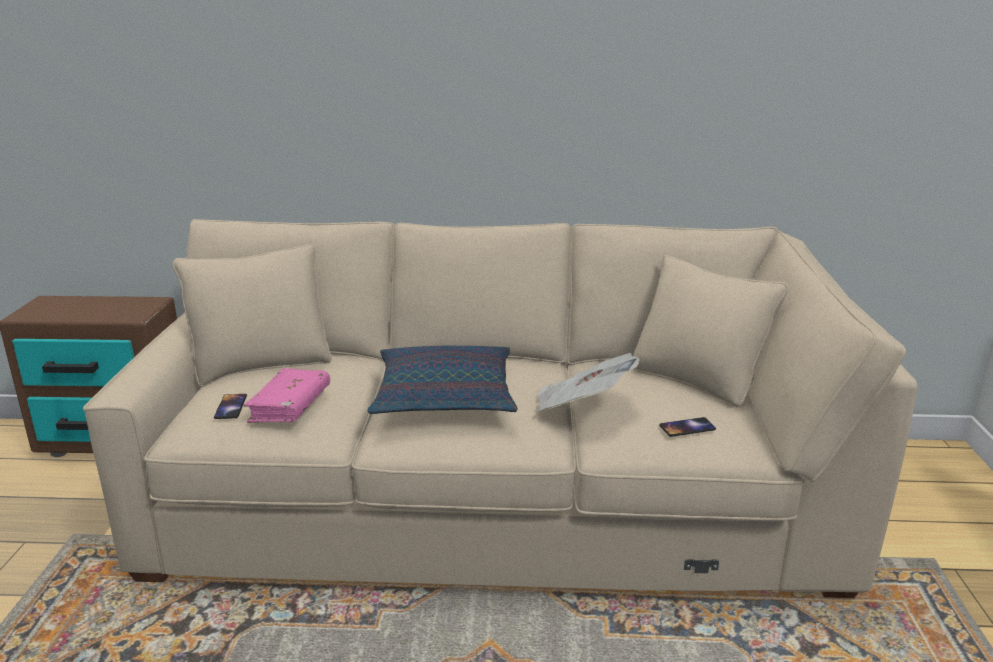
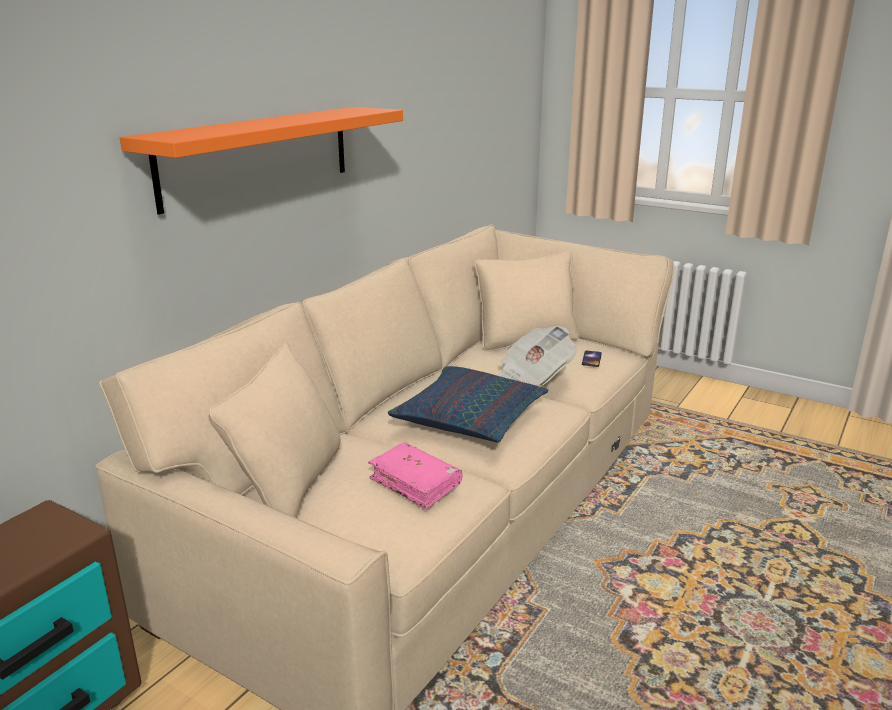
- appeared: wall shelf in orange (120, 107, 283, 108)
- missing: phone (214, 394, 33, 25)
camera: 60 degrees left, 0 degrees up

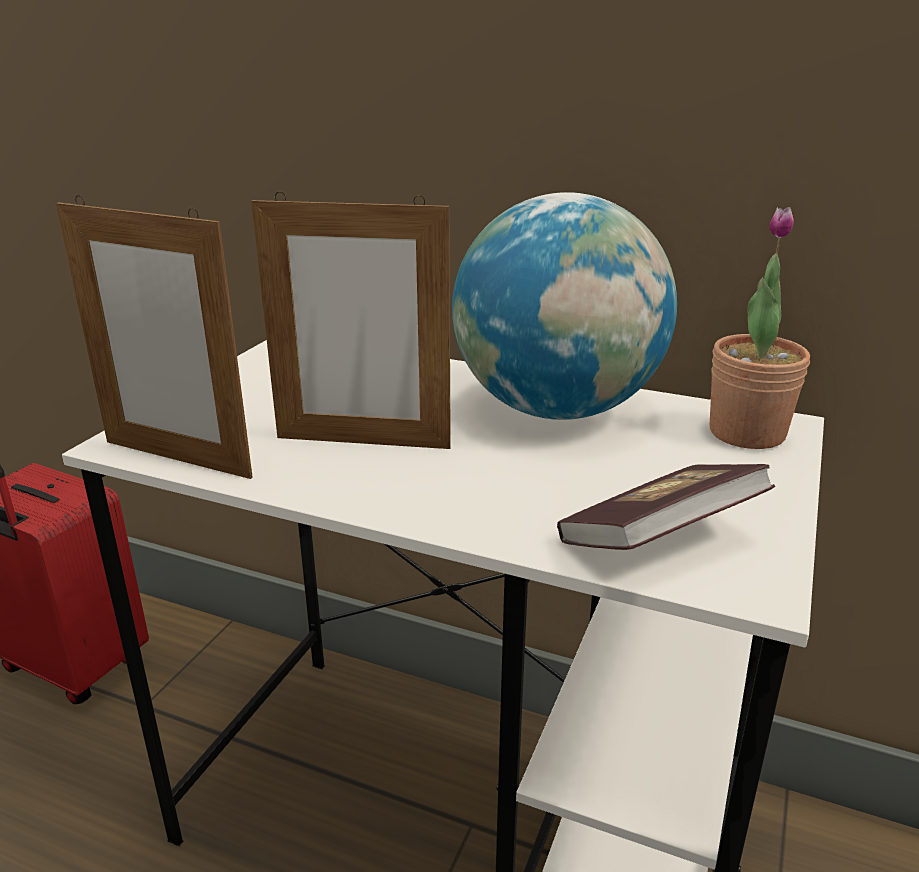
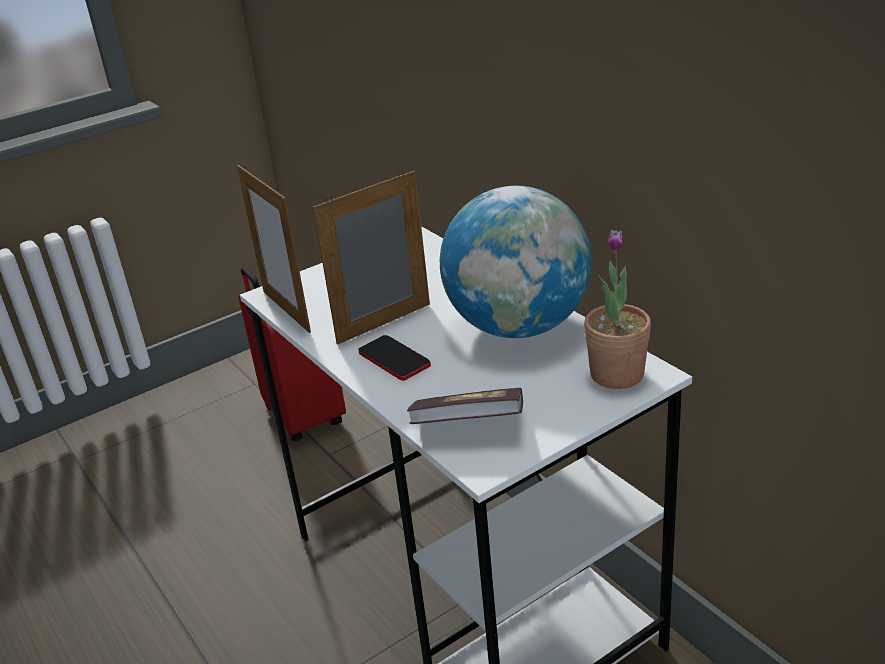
- spun: standing frame (251, 191, 200, 258) = (313, 171, 117, 174) 105 degrees clockwise
- appeared: phone (358, 335, 73, 46)
camera: 35 degrees right, 5 degrees up

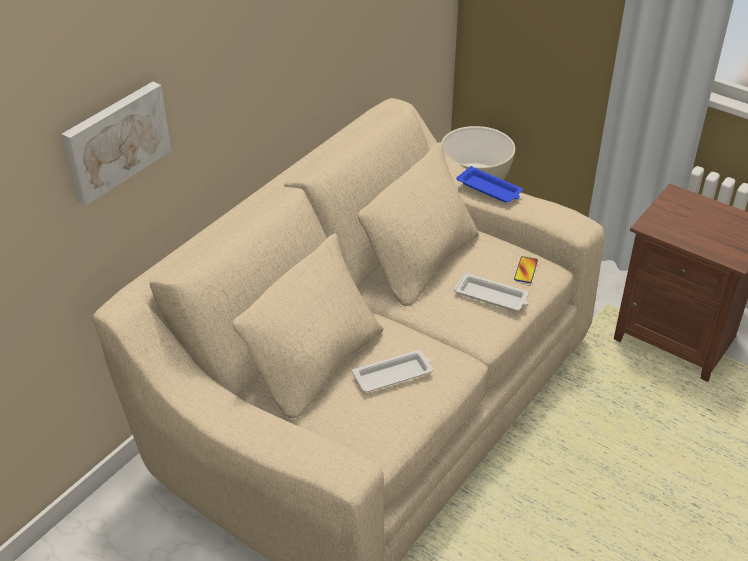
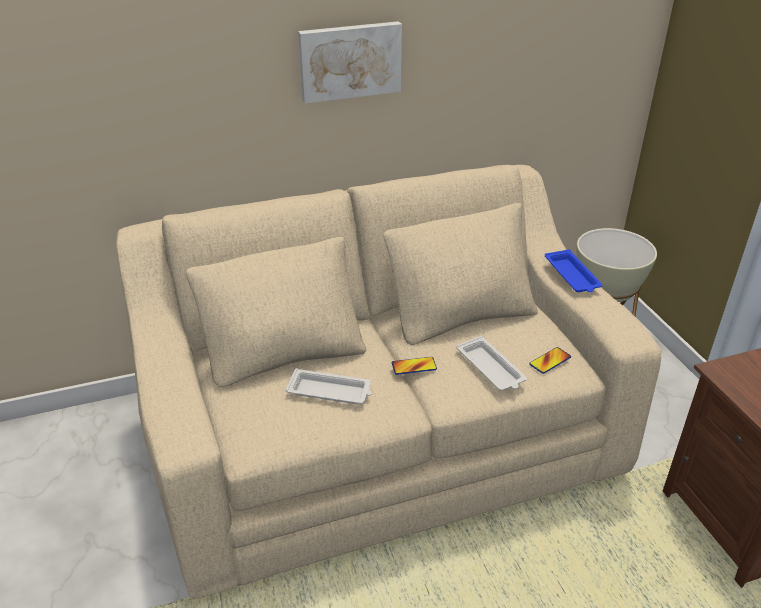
- relocated: wall picture (62, 82, 109, 124) to (298, 21, 104, 83)
- appeared: phone (392, 357, 45, 18)
camera: 35 degrees right, 5 degrees down

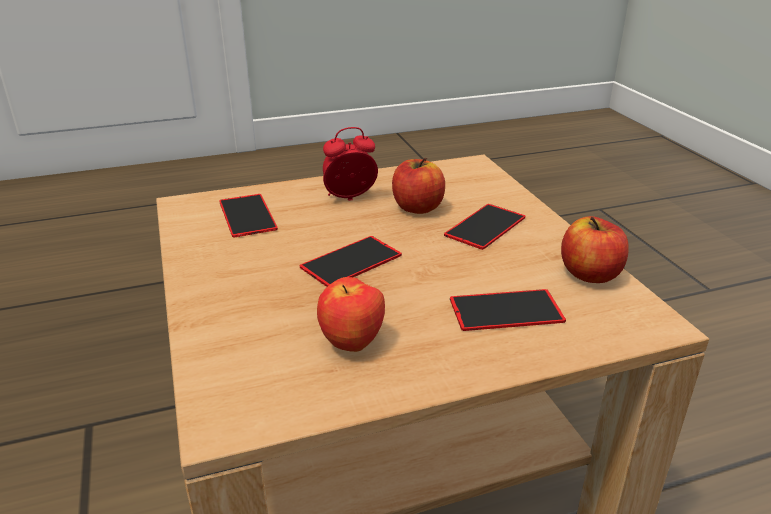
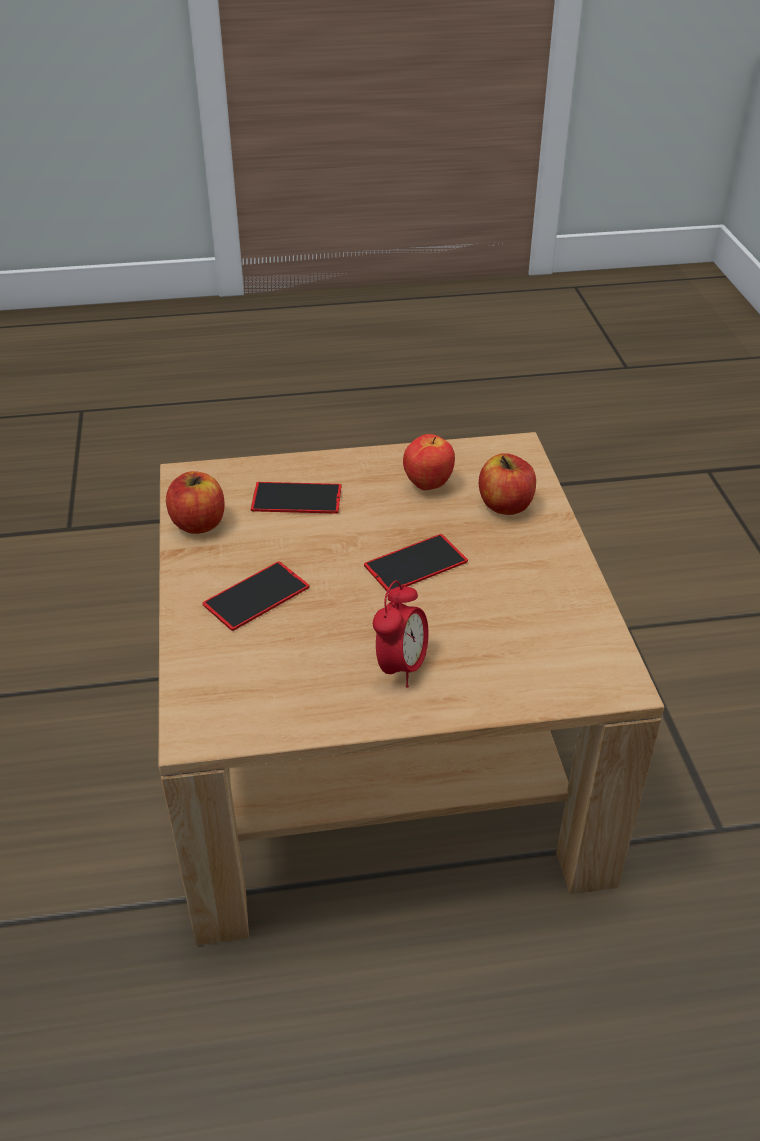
- spun: alarm clock (323, 127, 55, 74) = (373, 580, 56, 108) 60 degrees counterclockwise
- relocated: apple (392, 158, 53, 56) to (479, 453, 57, 62)
- missing: phone (219, 194, 59, 44)
camera: 170 degrees left, 10 degrees up

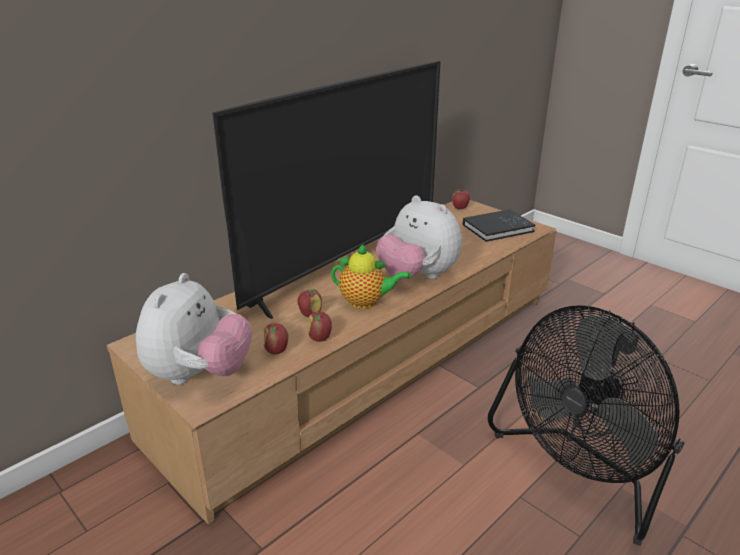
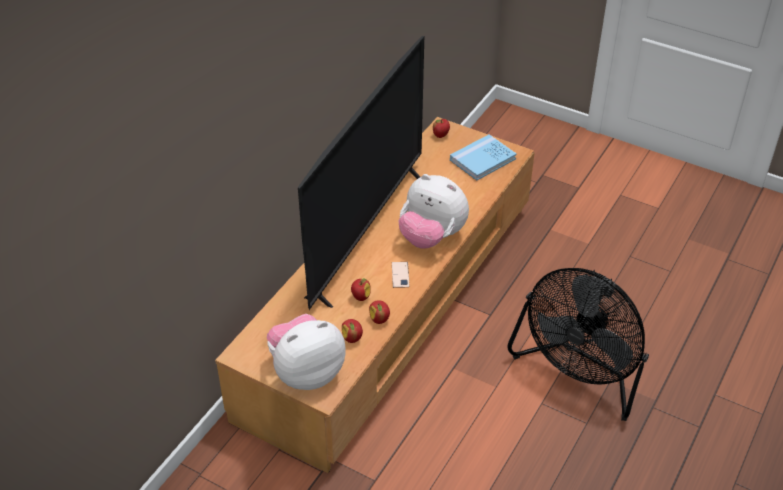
- spun: soft toy (136, 273, 116, 112) = (267, 314, 79, 76) 120 degrees counterclockwise
- exchanged: tea pot (331, 244, 80, 65) to phone (392, 262, 17, 26)
- colour: volume in black-coloured (463, 209, 72, 33) to volume in blue (450, 134, 67, 47)
camera: 15 degrees left, 15 degrees up

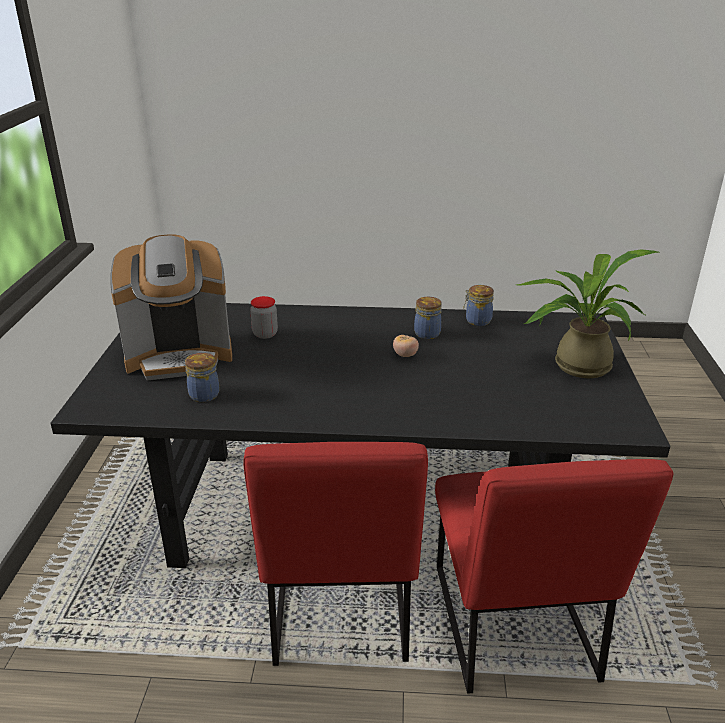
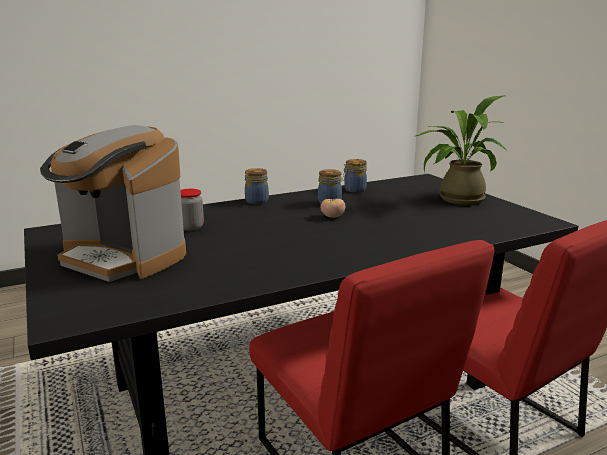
- spun: coffee machine (111, 234, 121, 147) = (40, 125, 146, 157) 75 degrees clockwise
- relocated: jar (185, 353, 35, 49) to (245, 168, 24, 36)
camera: 30 degrees left, 10 degrees down

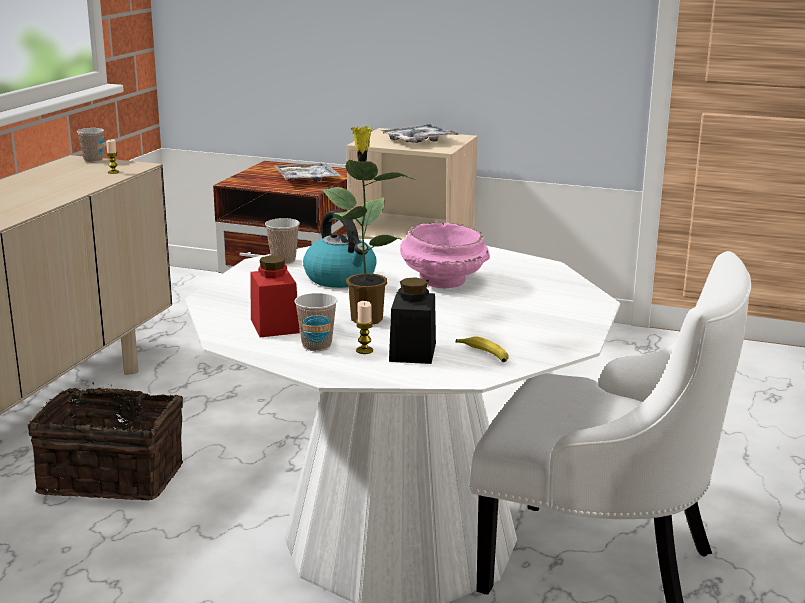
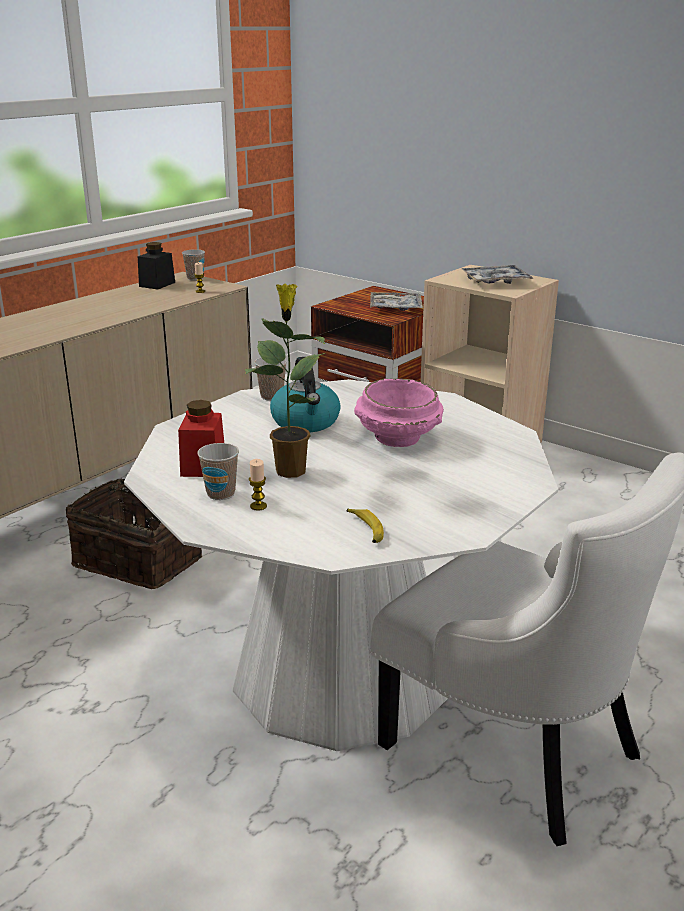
- relocated: jar in black-coloured (389, 277, 47, 87) to (138, 242, 37, 48)
camera: 20 degrees right, 5 degrees up

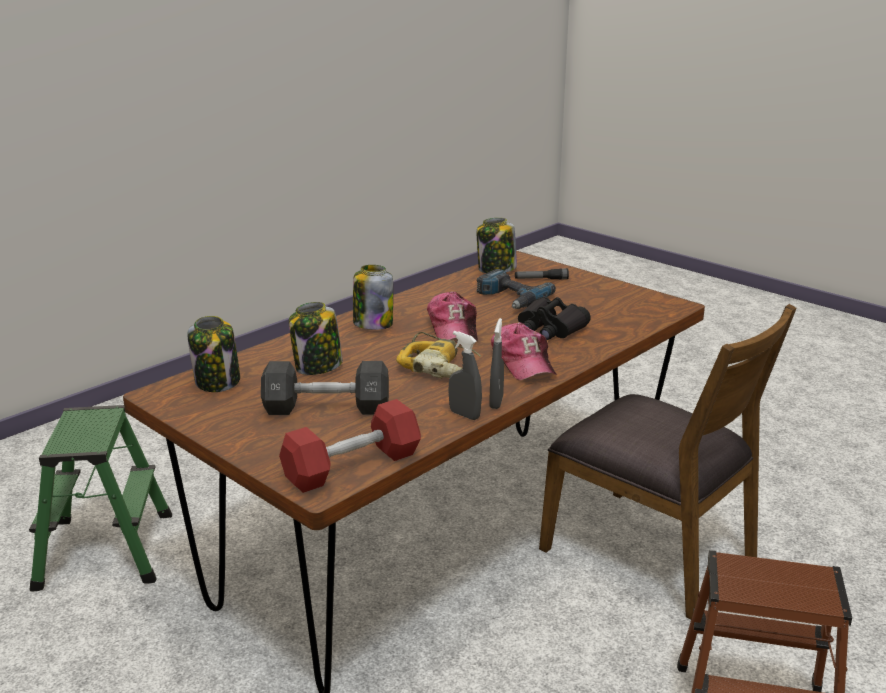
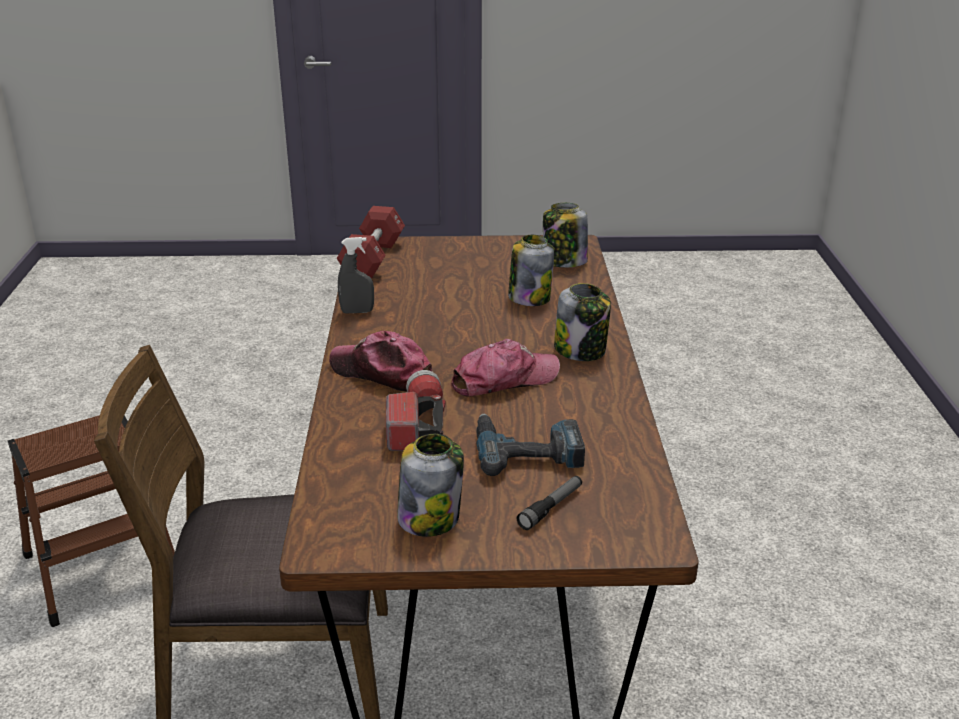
- exchanged: pair of binoculars in black-coloured (518, 297, 73, 43) to flashlight (386, 370, 59, 81)
- relocated: jar (477, 218, 40, 55) to (397, 434, 67, 103)
- spun: peaked cap (427, 292, 51, 49) = (451, 339, 109, 58) 120 degrees clockwise
- missing: step stool in greenish (29, 405, 143, 186)
- missing: dumbbell in black-coloured (261, 361, 128, 54)
- missing: electric drill (396, 332, 85, 46)
- missing: spray bottle in greyish (489, 318, 15, 91)
camera: 135 degrees right, 5 degrees up

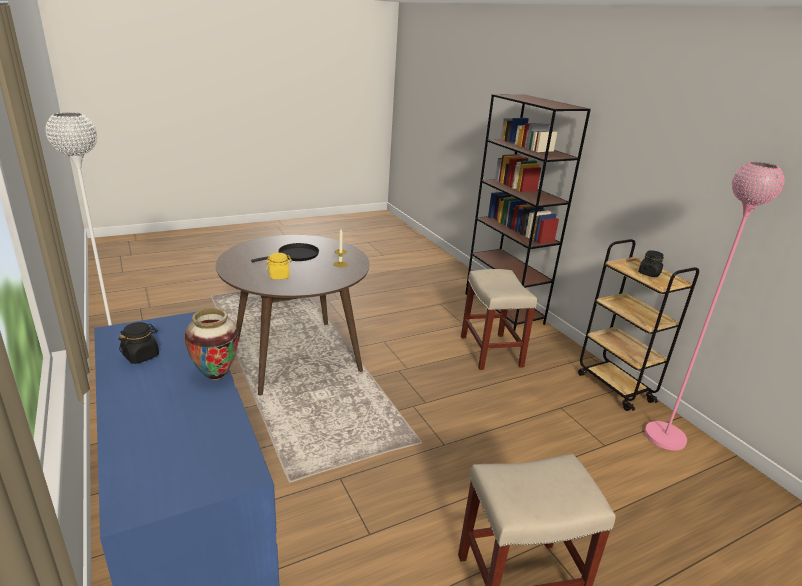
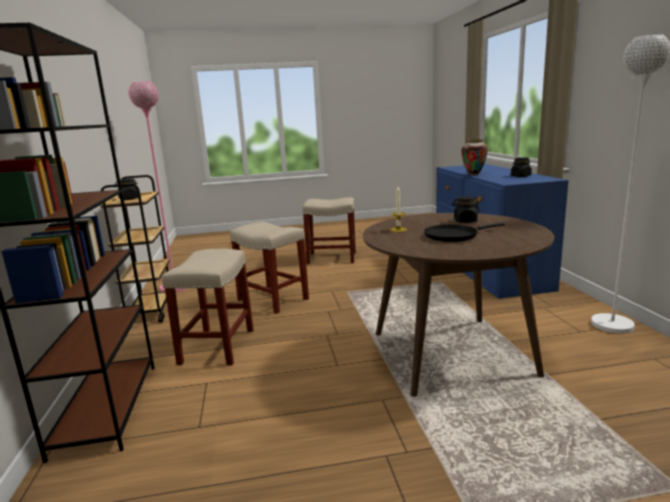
- appeared: stool in beige (230, 222, 79, 92)
- colour: jar in yellowish (266, 253, 26, 27) to jar in black-coloured (452, 196, 28, 27)
camera: 160 degrees left, 10 degrees down

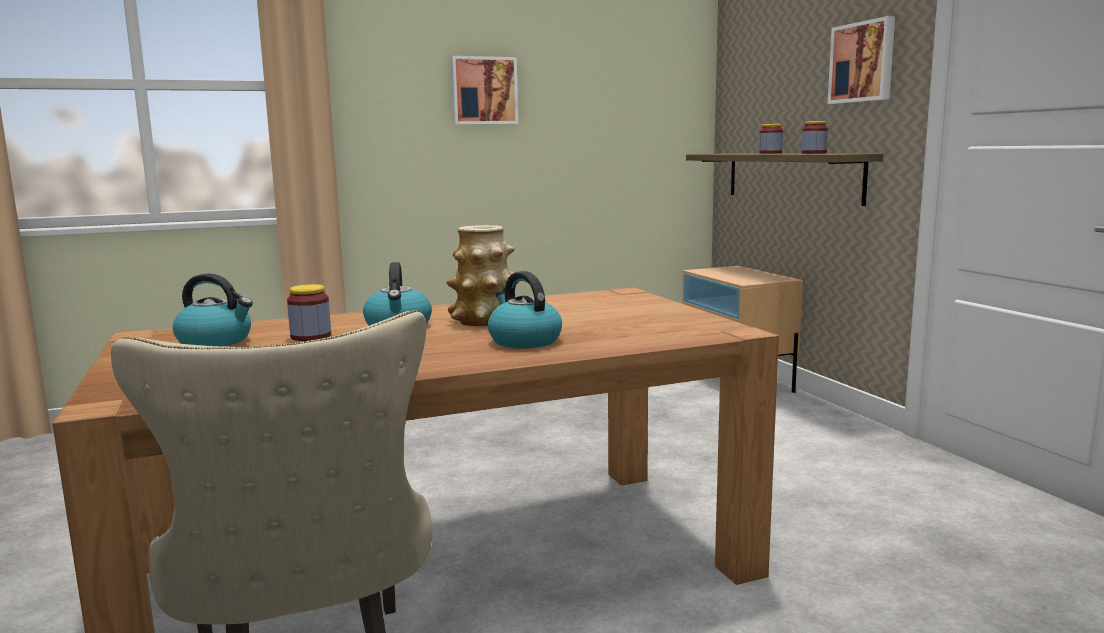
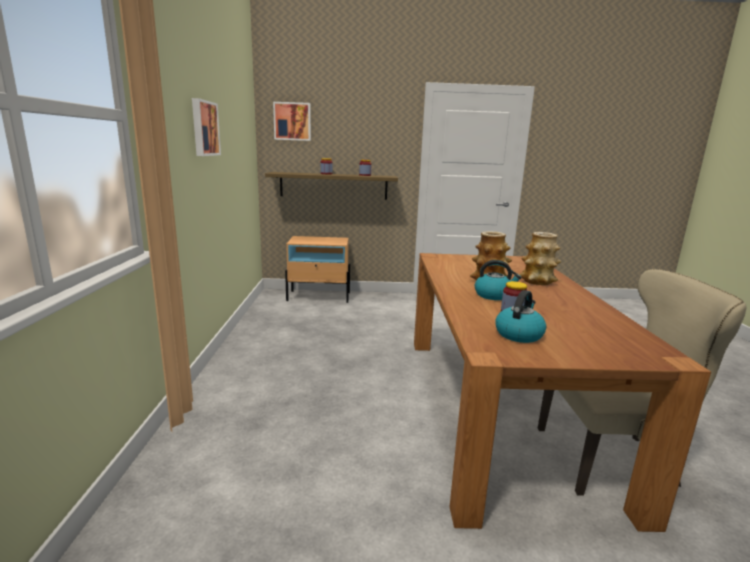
- relocated: wall picture (828, 16, 67, 88) to (273, 102, 38, 39)
- exchanged: water kettle (488, 271, 74, 78) to flower vase (519, 232, 42, 53)
camera: 70 degrees left, 5 degrees up

